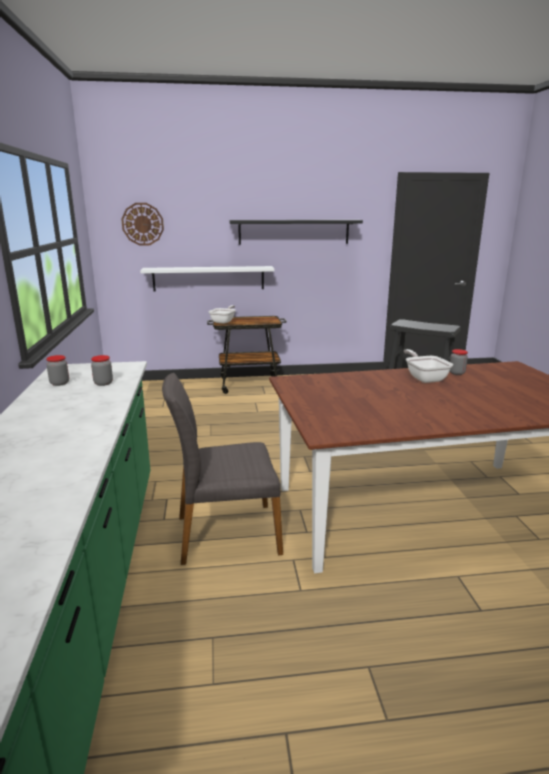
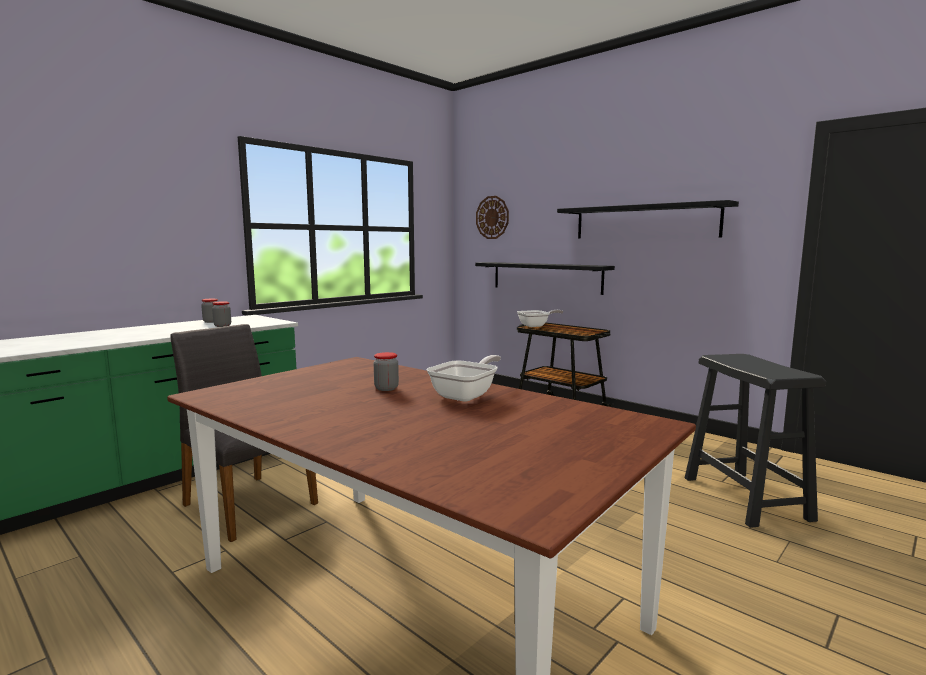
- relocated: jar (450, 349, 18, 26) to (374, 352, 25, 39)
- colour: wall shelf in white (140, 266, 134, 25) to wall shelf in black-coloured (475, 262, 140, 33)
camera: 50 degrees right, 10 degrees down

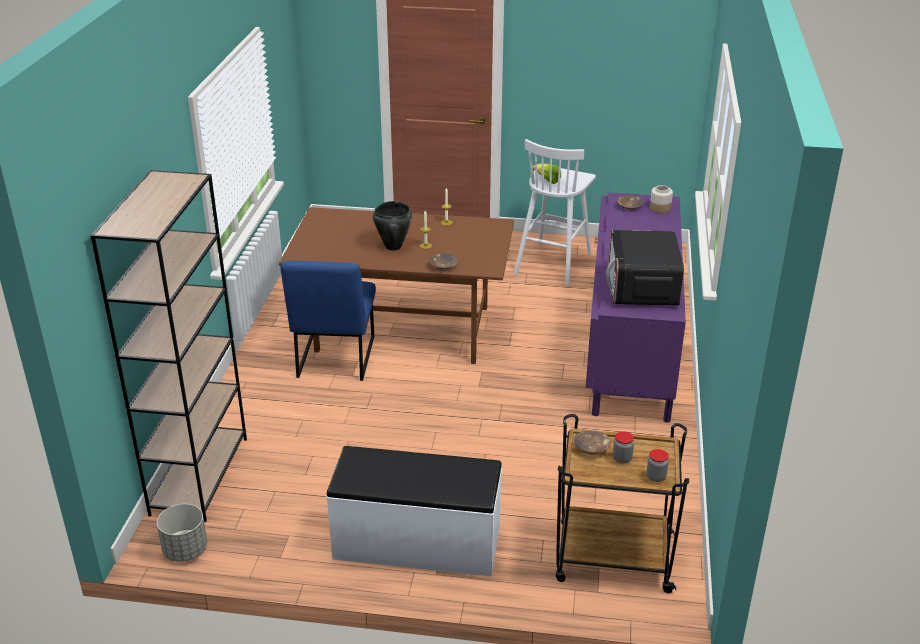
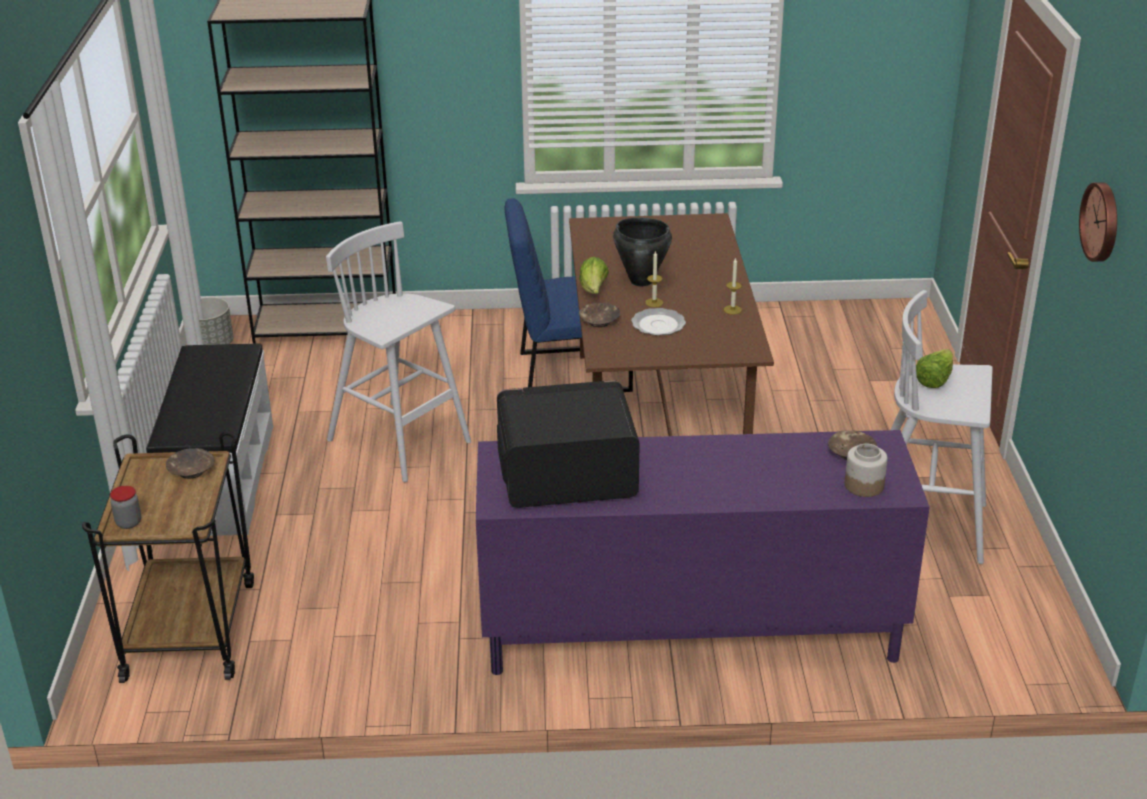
- appeared: stool in white (326, 221, 145, 261)
- appeared: head of lettuce (579, 257, 30, 37)
- appeared: flat dish (631, 308, 55, 28)
- appeared: hanging clock (1079, 182, 38, 80)
- missing: jar (613, 431, 21, 33)
camera: 80 degrees right, 0 degrees up

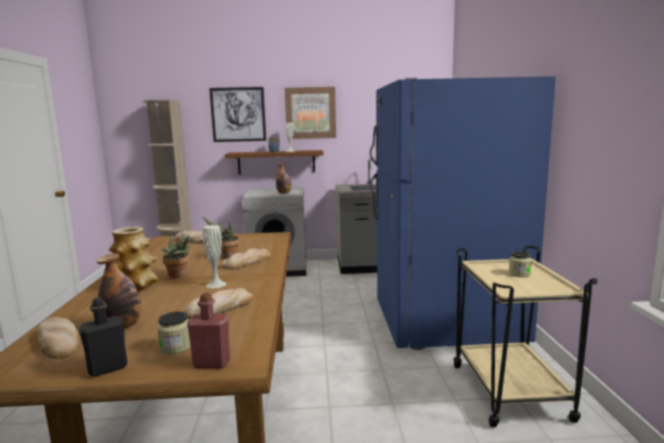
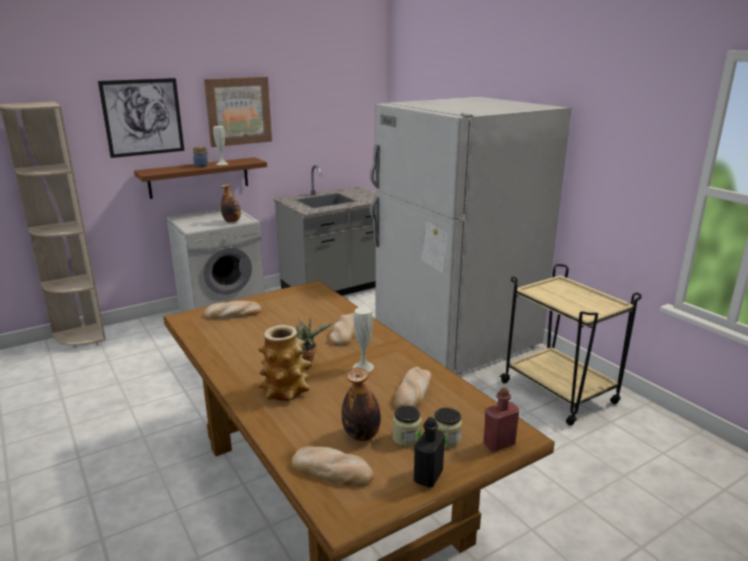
- colour: refrigerator in blue (370, 76, 186, 274) to refrigerator in white (370, 97, 202, 278)
- relocated: jar (509, 251, 22, 26) to (393, 406, 29, 40)
- missing: potted plant (202, 216, 38, 42)
camera: 30 degrees left, 10 degrees up

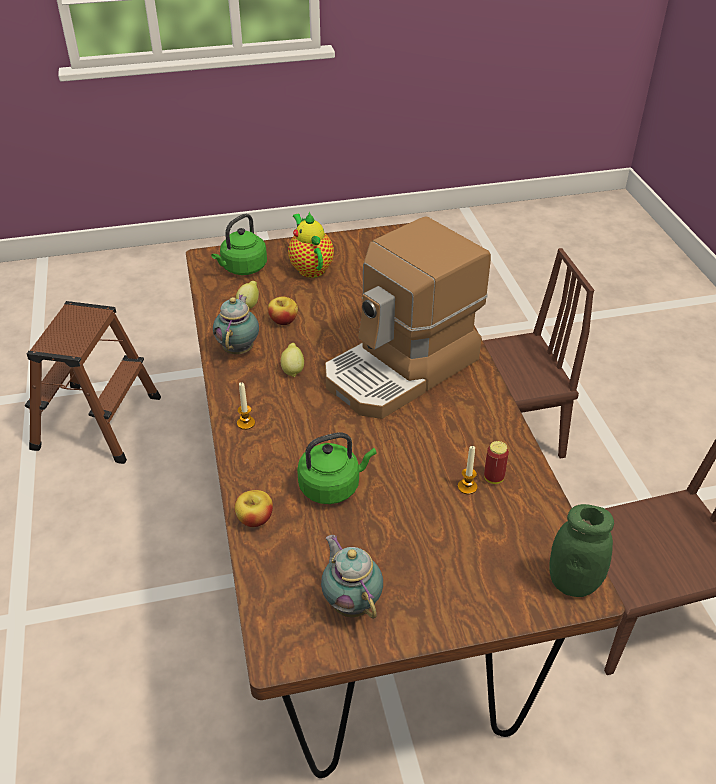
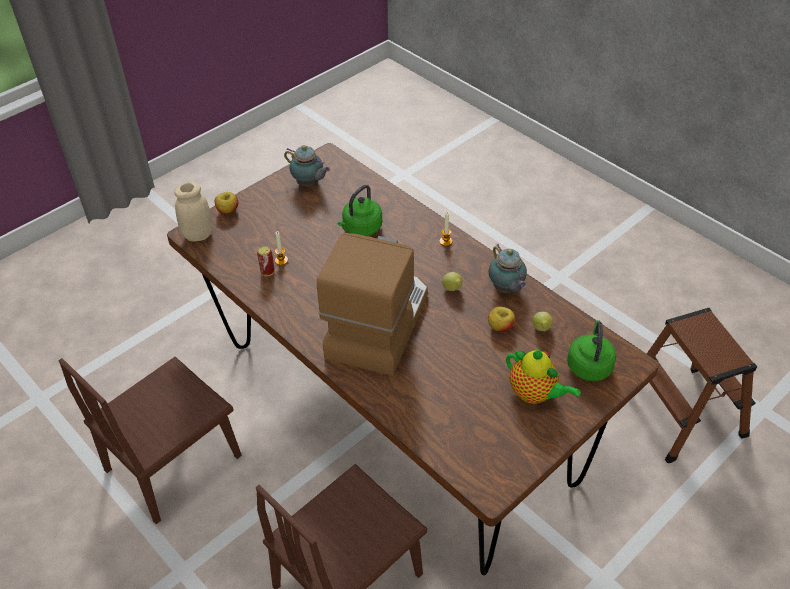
- colour: jar in greenish (549, 504, 65, 93) to jar in beige (174, 182, 38, 60)
- relocated: apple (235, 490, 38, 37) to (215, 192, 23, 23)
camera: 150 degrees right, 5 degrees up

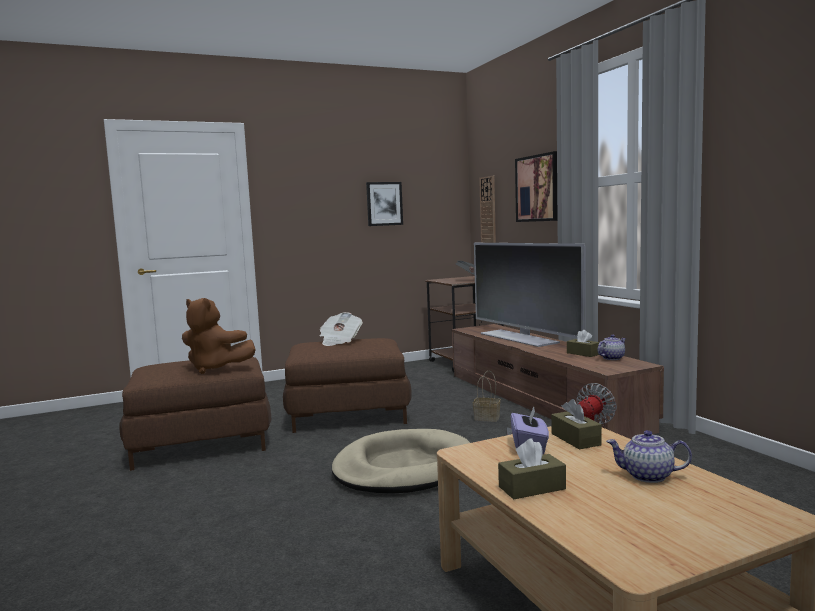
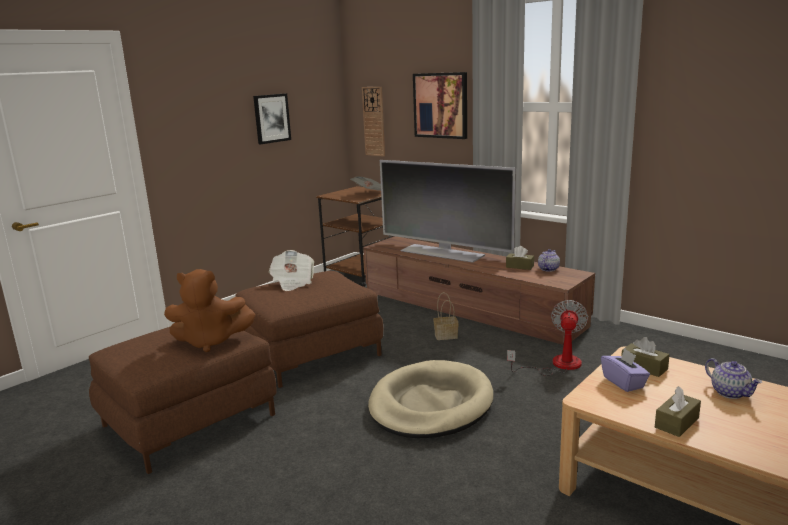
- spun: tea pot (606, 430, 86, 53) = (705, 358, 57, 41) 105 degrees counterclockwise
camera: 25 degrees left, 10 degrees up

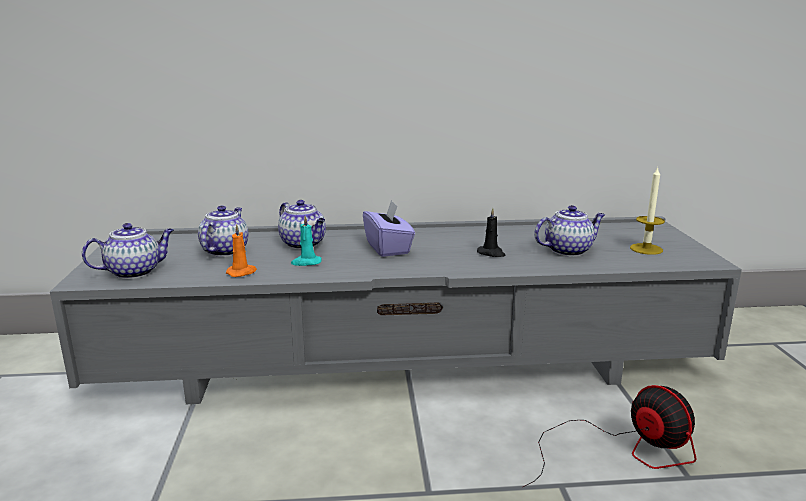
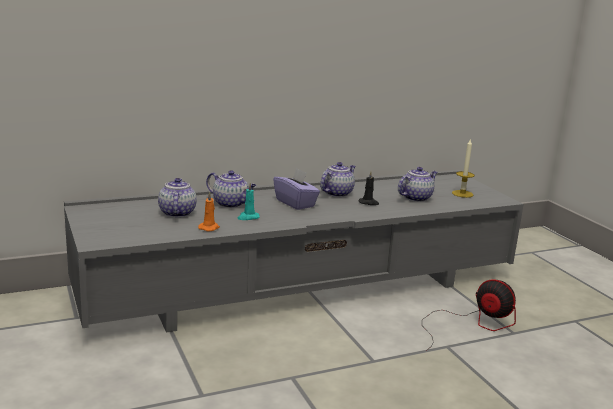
- relocated: tea pot (82, 223, 92, 56) to (320, 162, 36, 35)
camera: 20 degrees left, 0 degrees up

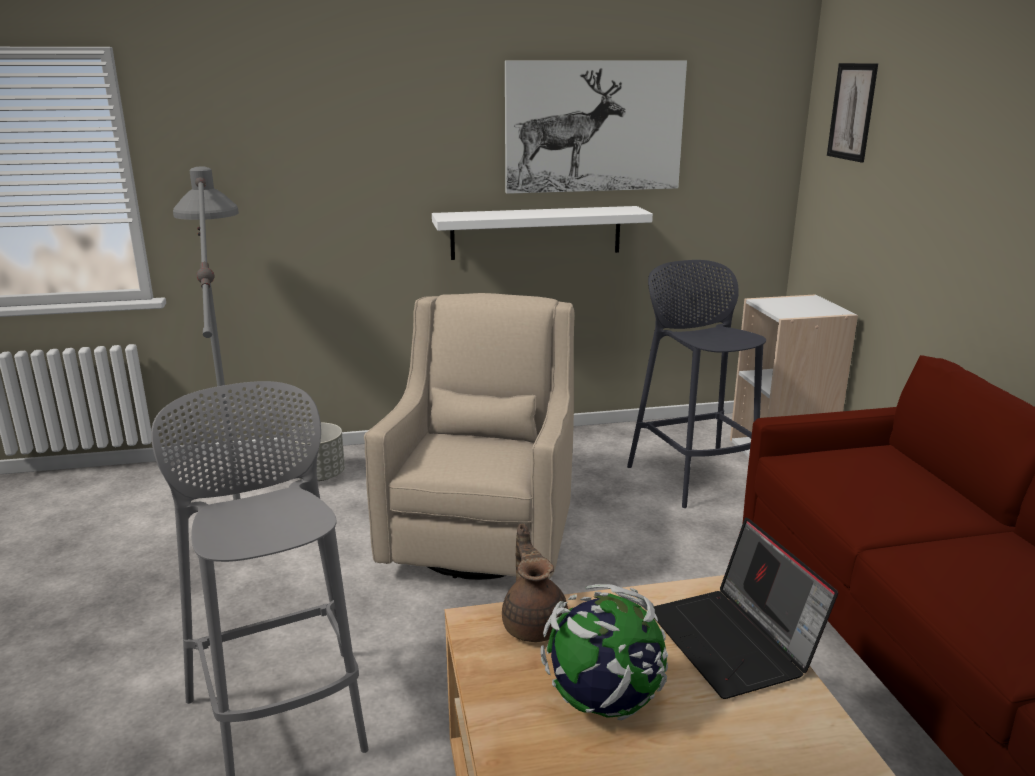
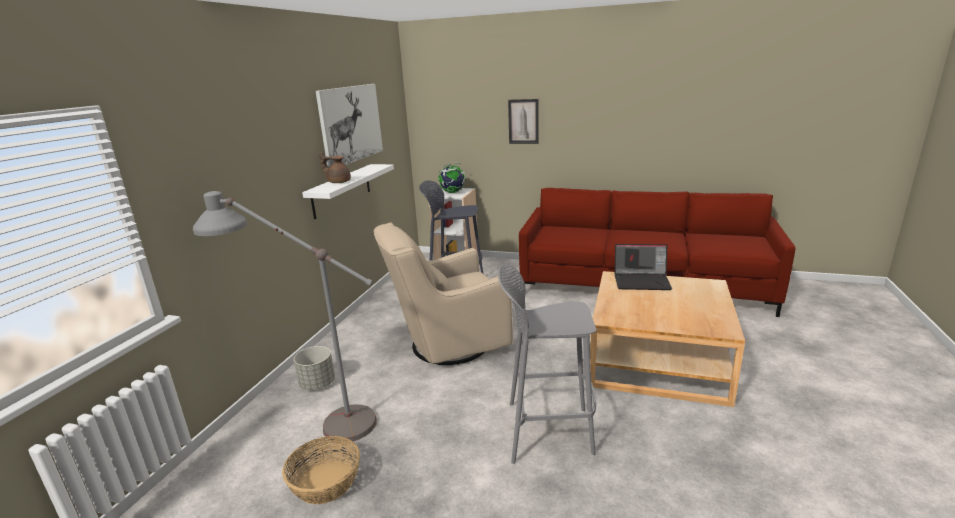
- appeared: storage basket (282, 436, 78, 68)
- relocated: tea pot in brown (502, 524, 66, 118) to (319, 151, 32, 32)
- spun: easy chair in beige (364, 293, 211, 287) = (374, 222, 139, 143) 60 degrees counterclockwise
- relocated: desk globe (541, 584, 127, 136) to (438, 163, 27, 30)
- relocated: wall picture (827, 63, 51, 99) to (508, 99, 31, 45)
camera: 60 degrees left, 0 degrees up

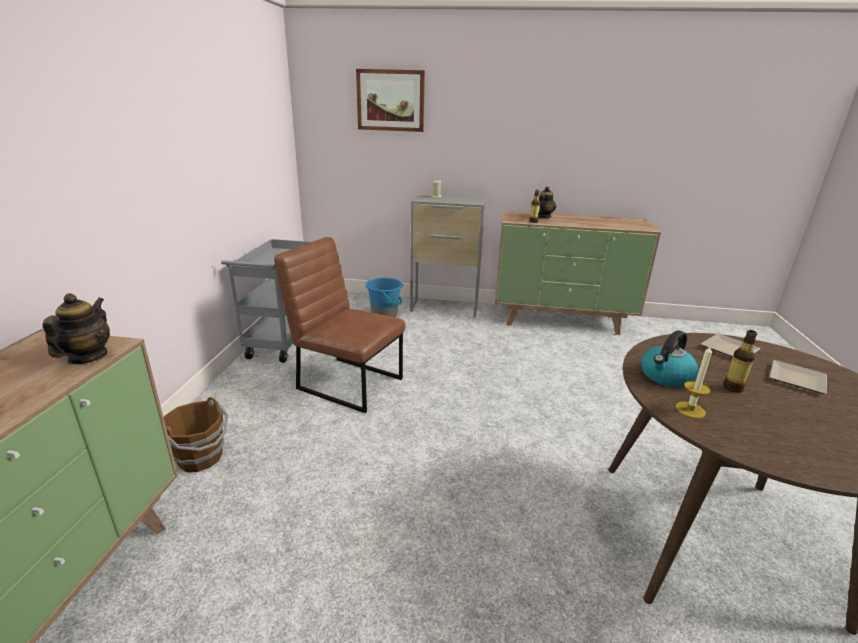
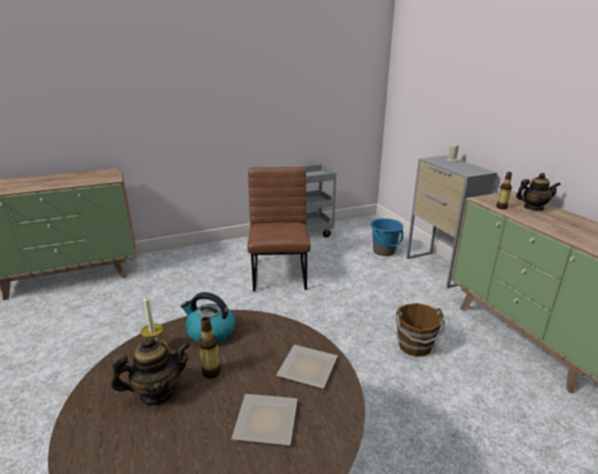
- relocated: tea pot (43, 293, 67, 72) to (111, 336, 79, 69)
- relocated: bucket in brown (164, 397, 64, 75) to (396, 303, 50, 54)
- missing: wall picture (356, 69, 69, 63)
camera: 60 degrees right, 0 degrees up

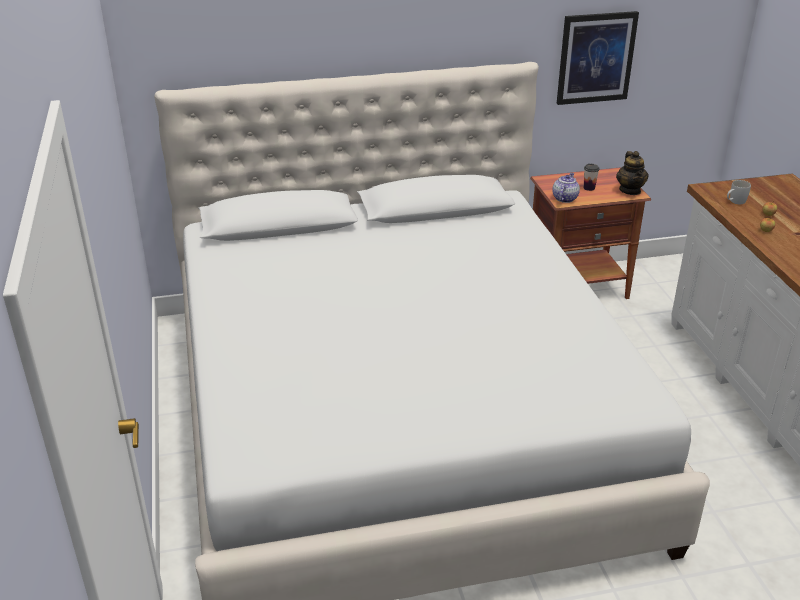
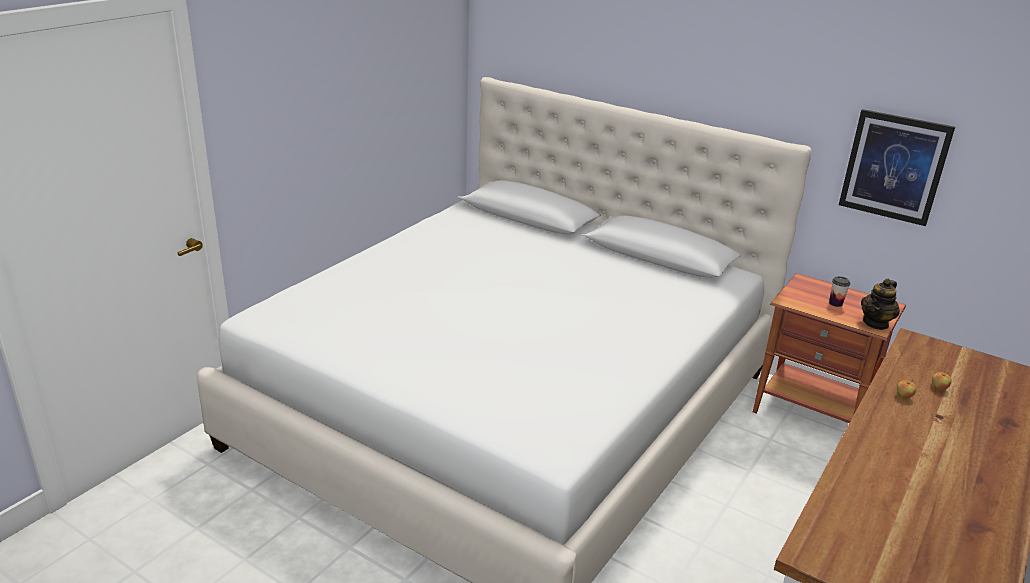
- missing: tea pot (552, 173, 28, 30)
- missing: mug in white (727, 180, 24, 24)
camera: 45 degrees right, 5 degrees down

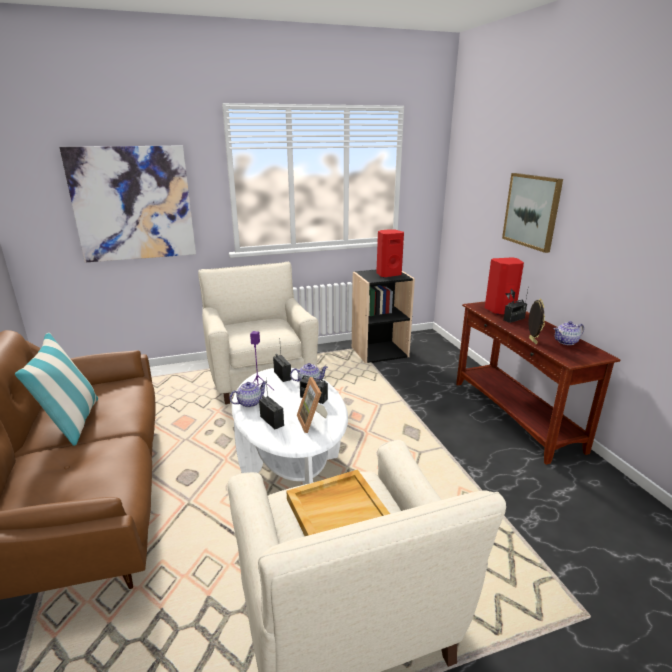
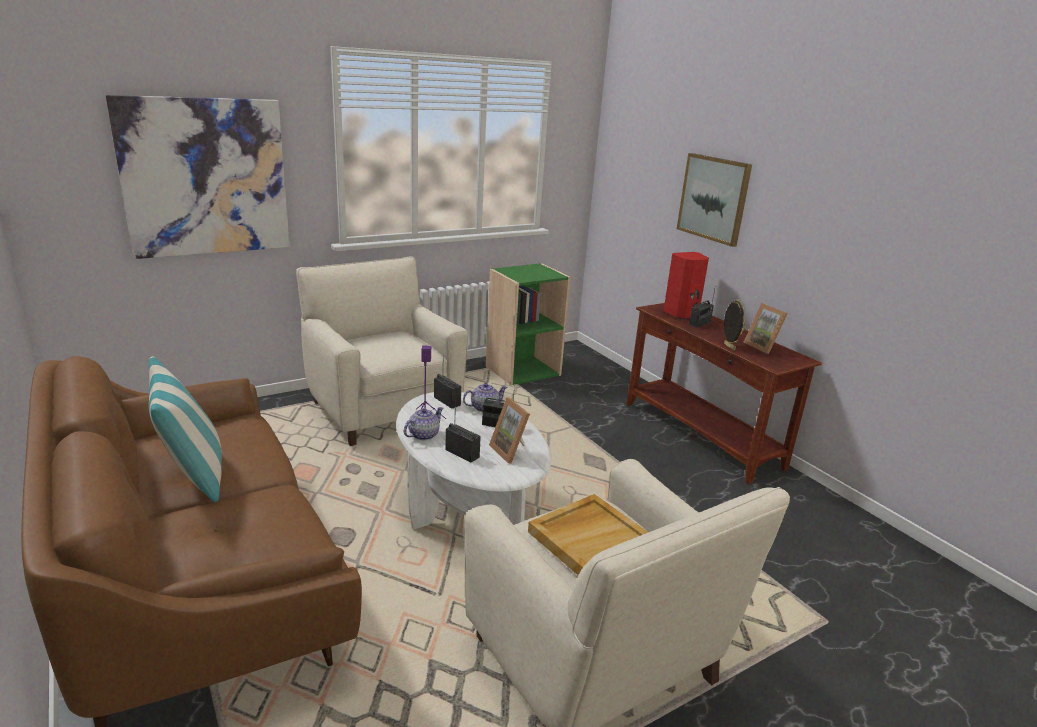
- colour: shelving unit in black-coloured (352, 269, 63, 94) to shelving unit in greenish (486, 263, 85, 122)
- exchanged: tea pot (554, 321, 30, 24) to standing frame (744, 303, 44, 51)
- missing: audio speaker in red-coloured (376, 229, 28, 48)
camera: 15 degrees left, 0 degrees up

